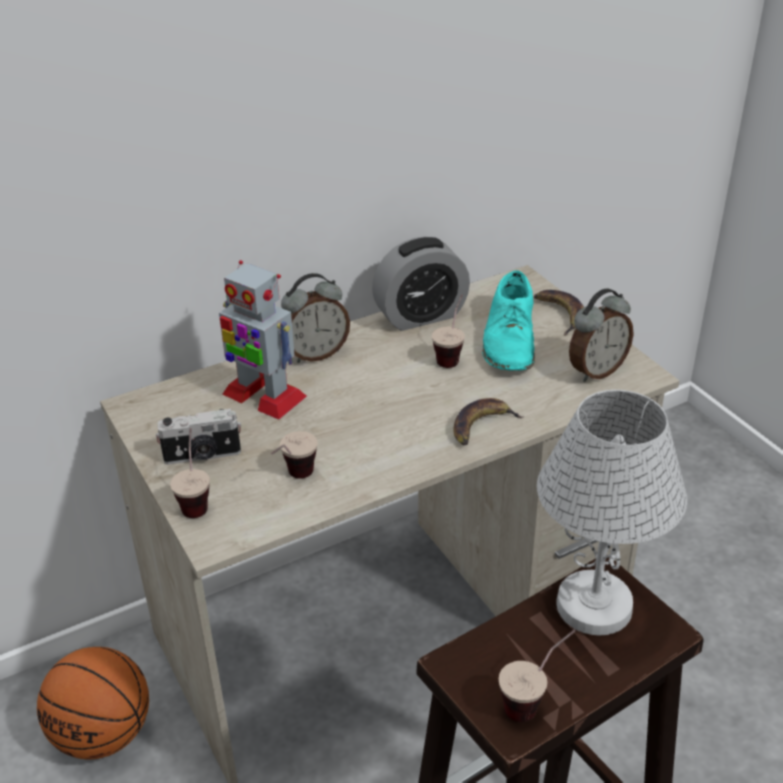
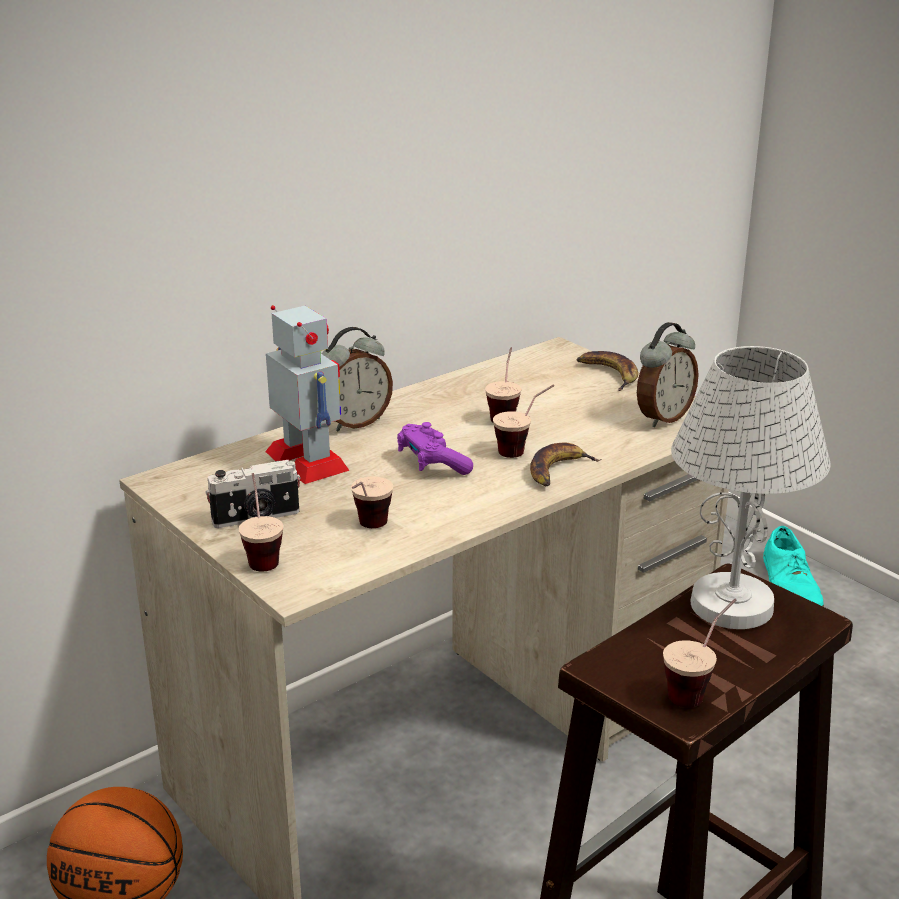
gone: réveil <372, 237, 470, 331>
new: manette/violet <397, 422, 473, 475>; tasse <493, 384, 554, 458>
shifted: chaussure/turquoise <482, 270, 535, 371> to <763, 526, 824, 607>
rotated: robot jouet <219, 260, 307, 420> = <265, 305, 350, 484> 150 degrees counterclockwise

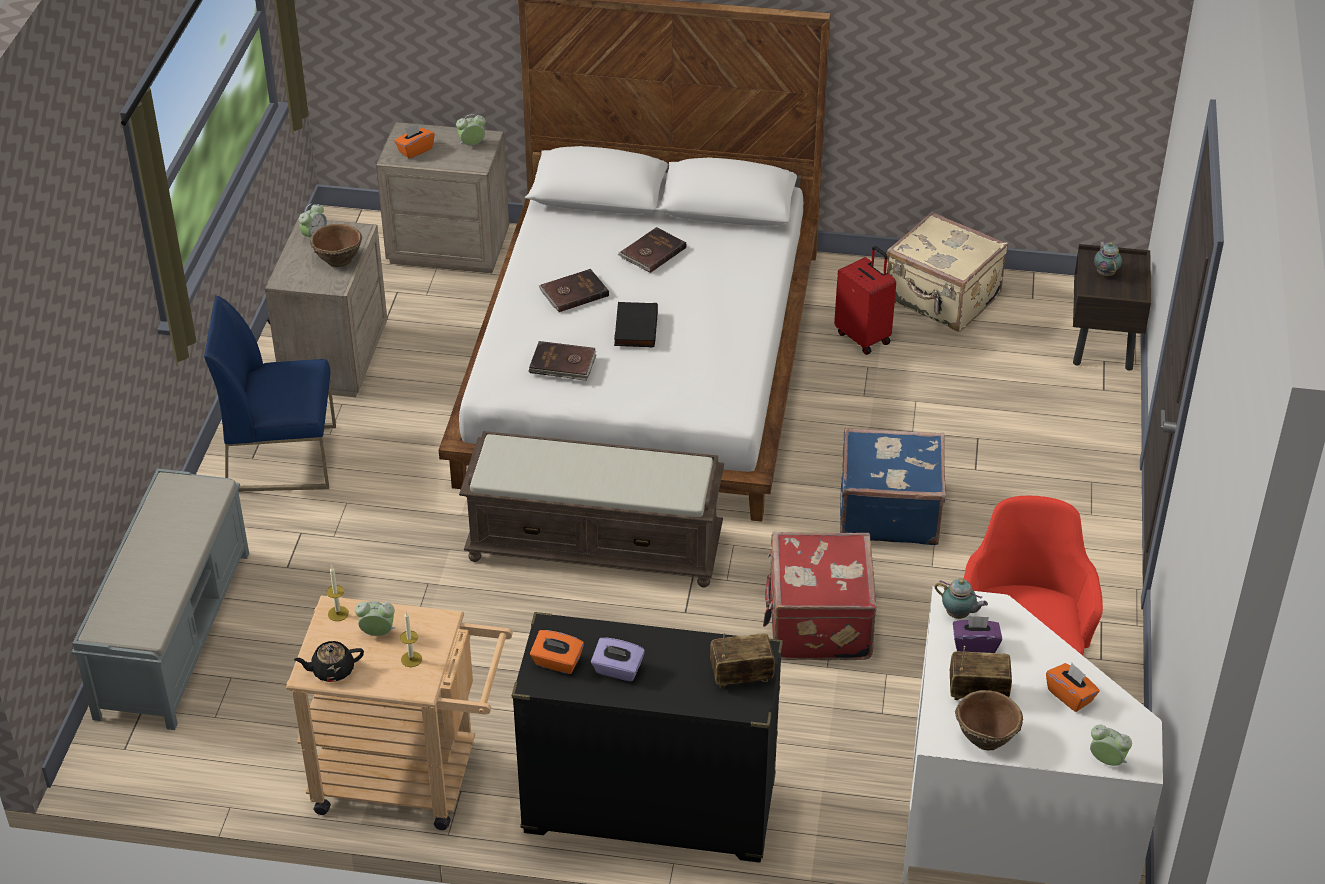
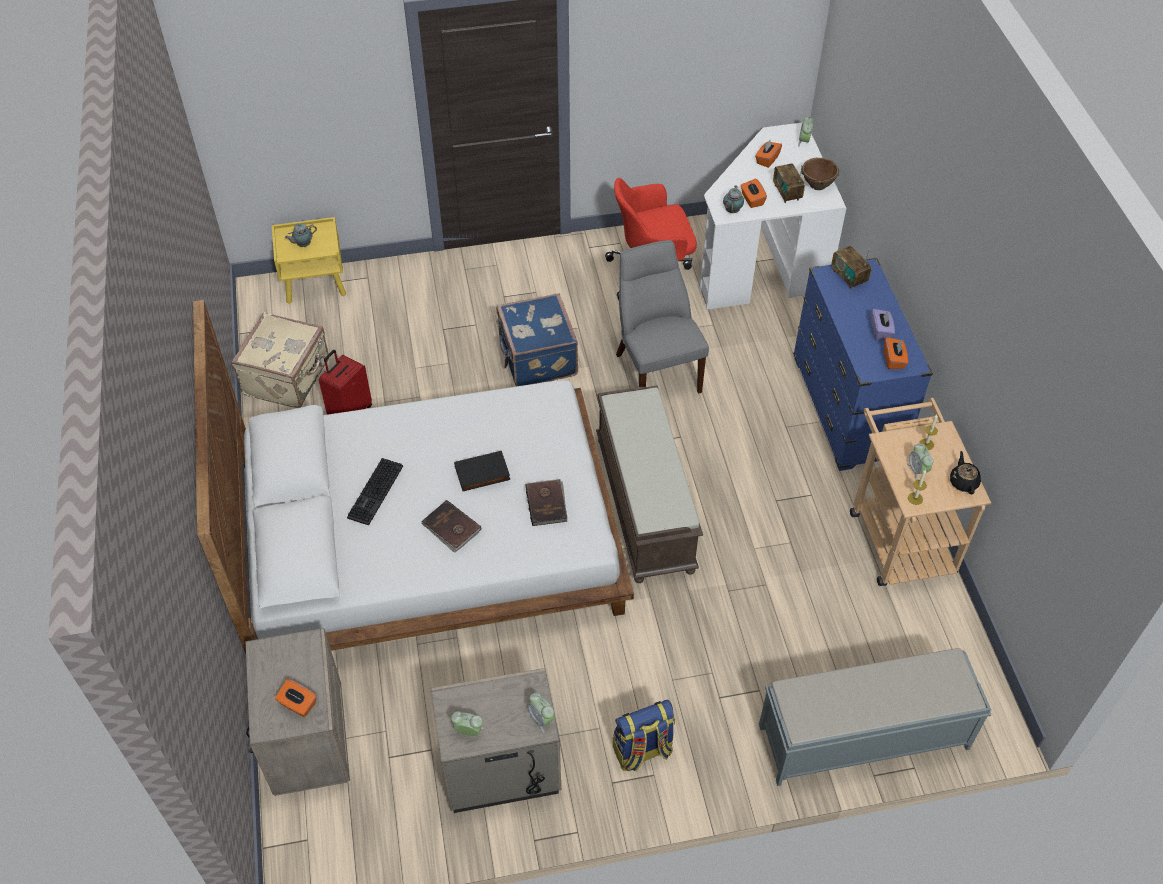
gone: bol/marron <310, 224, 362, 267>
shifted: réveil <456, 114, 486, 145> to <528, 693, 555, 732>
swapped: chaise/bleu <204, 296, 336, 492> to sac à dos <613, 700, 675, 772>; livre/marron <618, 227, 686, 273> to clavier <347, 458, 403, 525>; valise/rouge <763, 532, 876, 660> to chaise/gris <616, 240, 709, 393>
repainted: commode/noir <512, 612, 783, 863> to commode/bleu <793, 258, 933, 471>; boîte à mouchoirs/violet <953, 615, 1002, 653> to boîte à mouchoirs/orange <741, 178, 767, 208>; table de chevet/marron <1073, 244, 1151, 371> to table de chevet/jaune <272, 217, 346, 304>
rotated: théière/noir <294, 641, 364, 682> = <950, 451, 981, 494> 150 degrees counterclockwise

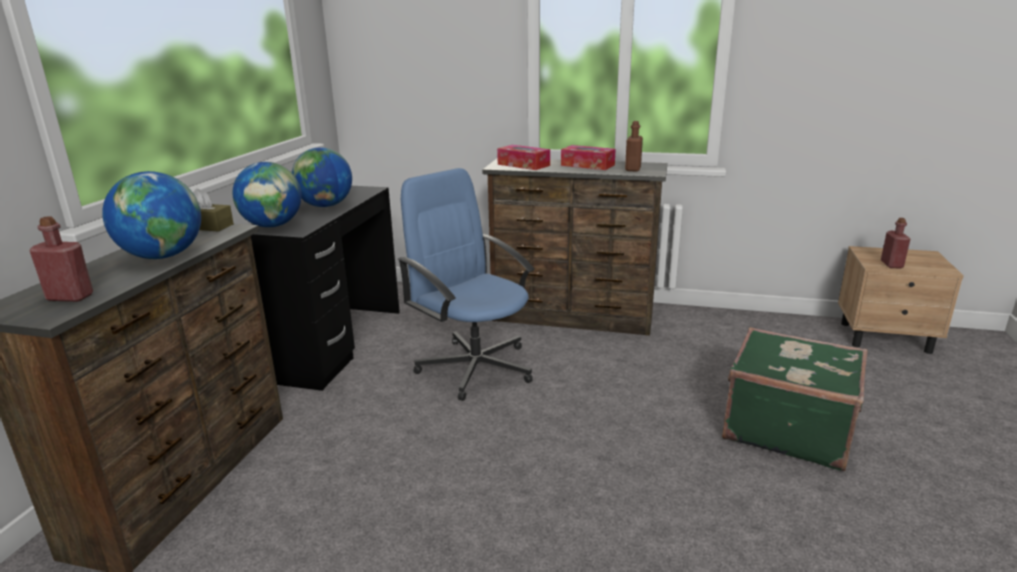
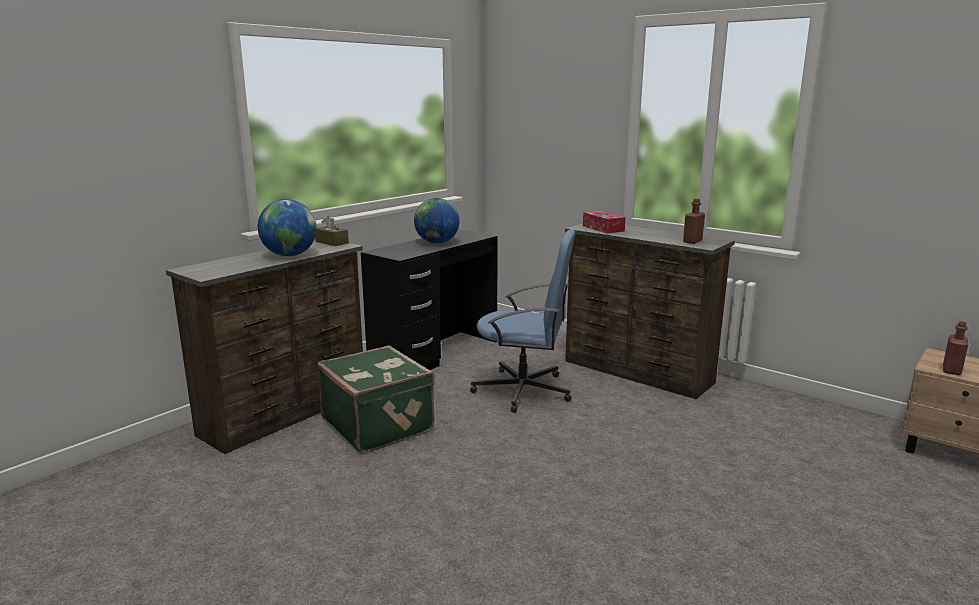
gone: bouteille/rouge <29, 216, 93, 302>; globe <232, 162, 302, 227>; boîte à mouchoirs <561, 145, 616, 170>
shifted: valise/vert <722, 327, 868, 471> to <317, 345, 435, 453>
rotated: chaise de bureau/bleu <398, 168, 535, 401> = <470, 229, 575, 413> 120 degrees clockwise

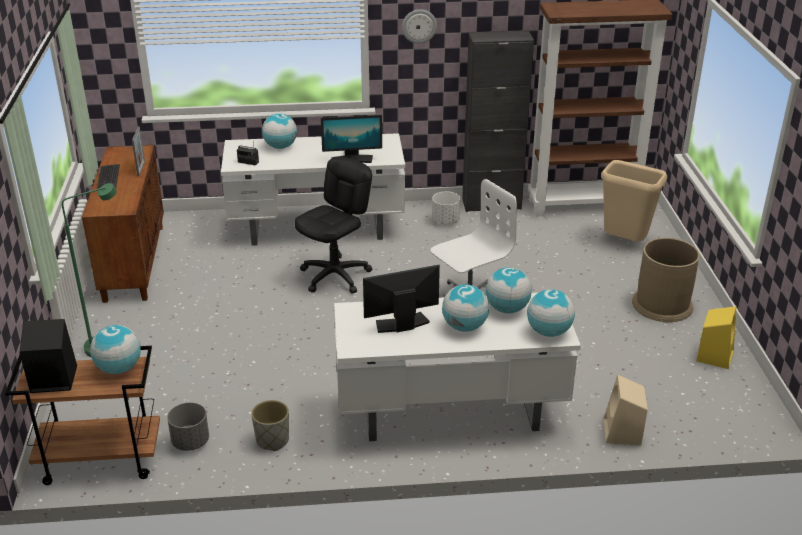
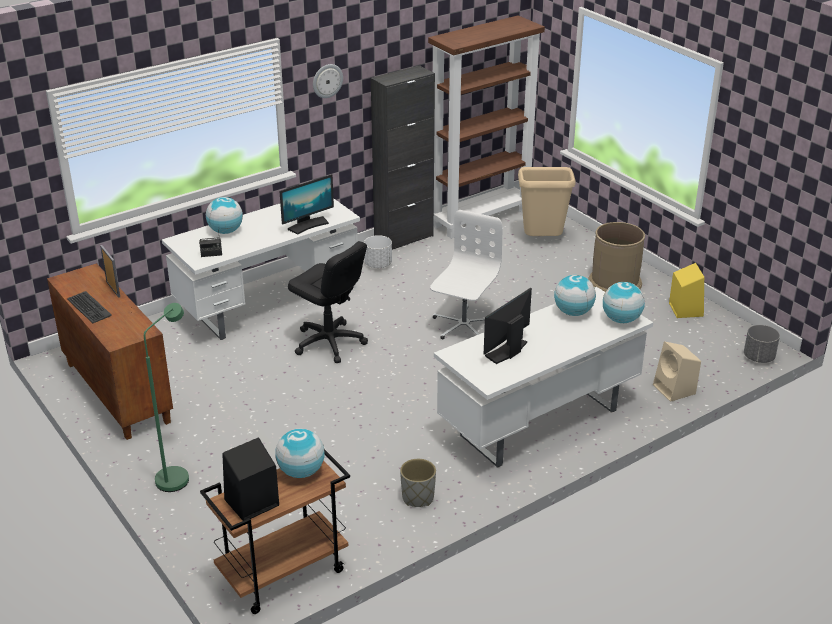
gone: globe <442, 284, 489, 332>
shifted: cache-pot/gris <167, 402, 209, 451> to <744, 325, 780, 363>
rotated: chaise de bureau/noir <294, 156, 372, 293> = <288, 241, 368, 363> 120 degrees clockwise

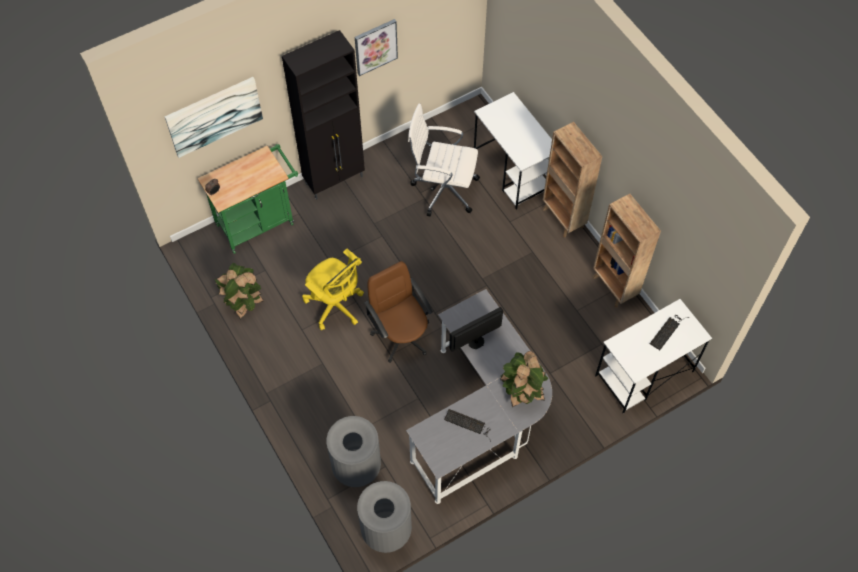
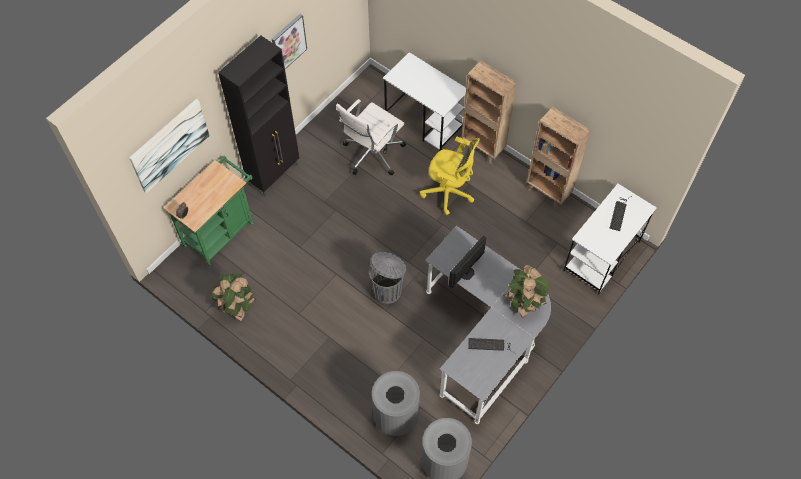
shifted: chaise de bureau/jaune <302, 249, 364, 330> to <420, 137, 480, 215>
swapped: chaise de bureau/marron <364, 261, 433, 363> to poubelle/gris <369, 252, 406, 304>
rotated: chaise de bureau/blanc <408, 103, 480, 217> = <336, 99, 406, 175> 45 degrees counterclockwise

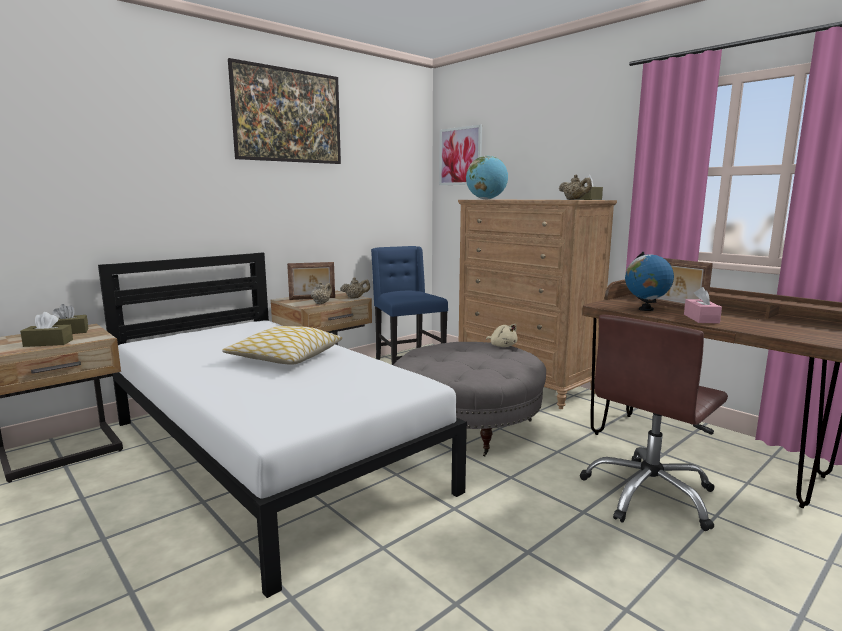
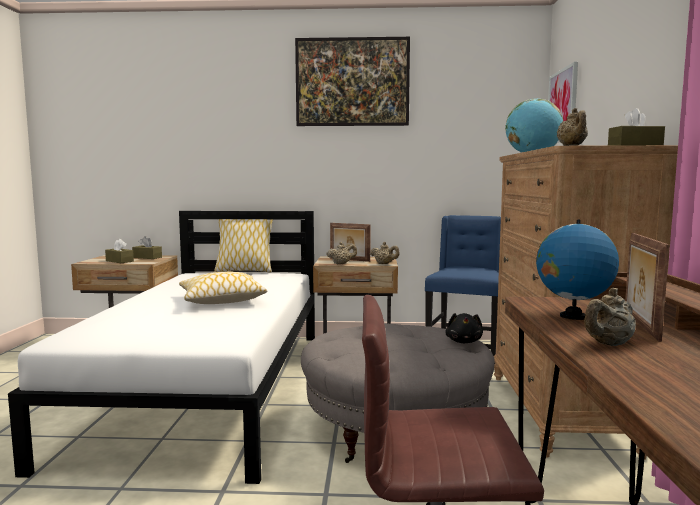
new: coussin <214, 219, 273, 273>
swapped: boîte à mouchoirs/rose <684, 287, 722, 323> to théière/beige <584, 288, 636, 346>
repainted: peluche/beige <486, 324, 518, 347> to peluche/noir <445, 313, 483, 343>

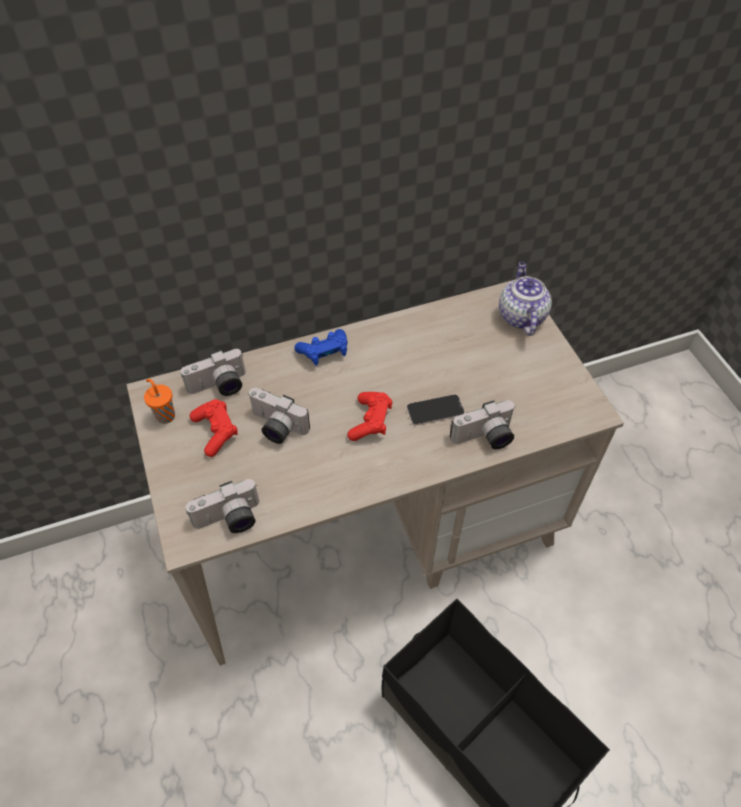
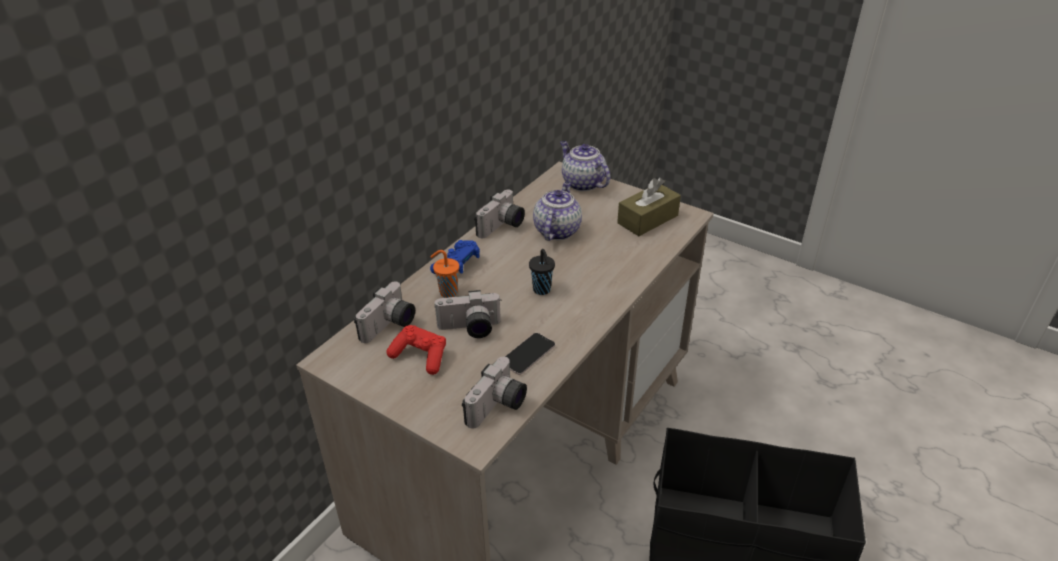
new: théière <533, 181, 582, 241>; boîte à mouchoirs/marron <617, 178, 681, 236>
shifted: tasse/orange <144, 379, 175, 424> to <430, 250, 459, 298>; téléphone <407, 394, 465, 426> to <505, 333, 556, 375>; appareil photo <450, 400, 516, 449> to <474, 190, 525, 238>
swapped: manette/rouge <348, 392, 392, 441> to tasse/noir <529, 249, 555, 295>

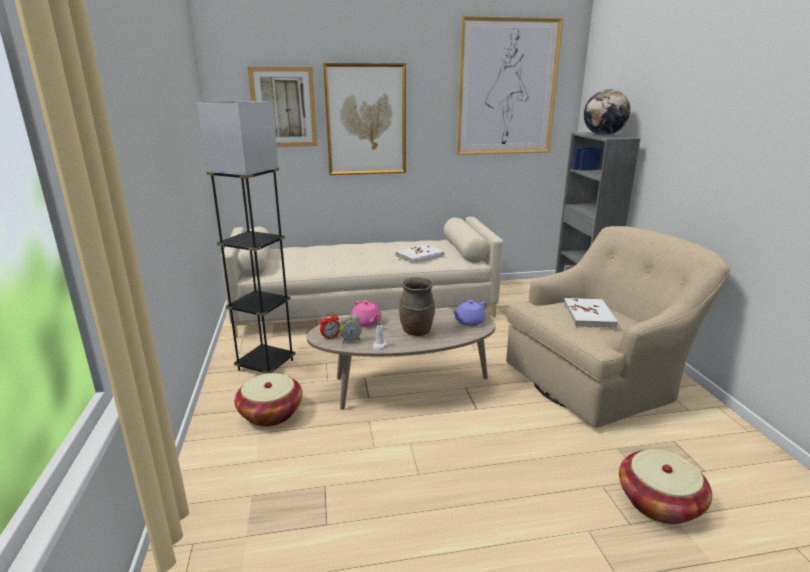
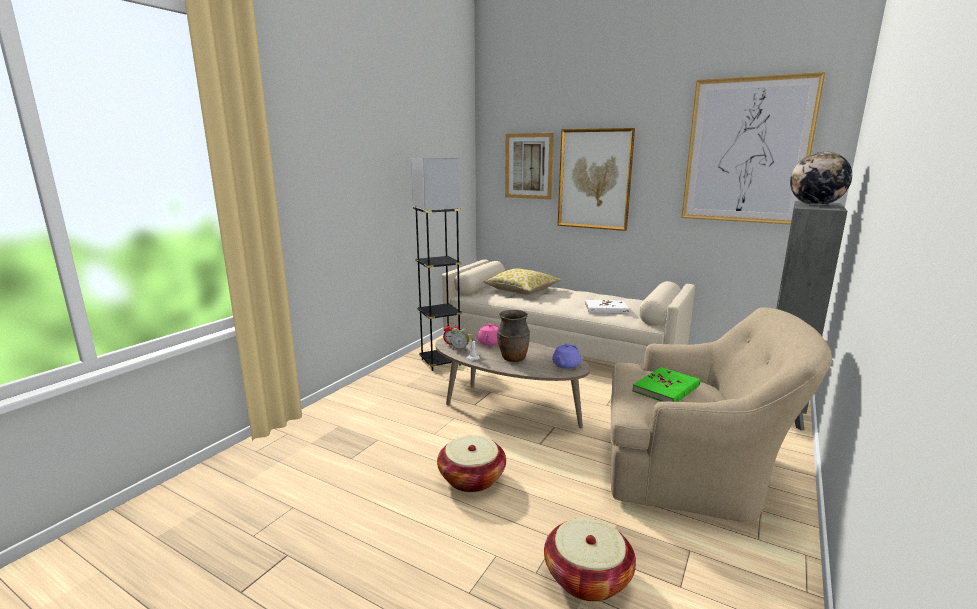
new: coussin <483, 268, 561, 295>
shifted: panier <234, 373, 303, 427> to <437, 435, 506, 492>
repainted: livre/blanc <564, 298, 618, 328> to livre/vert <632, 367, 700, 402>
rotated: théière/violet <452, 300, 487, 326> = <552, 344, 581, 369> 60 degrees counterclockwise

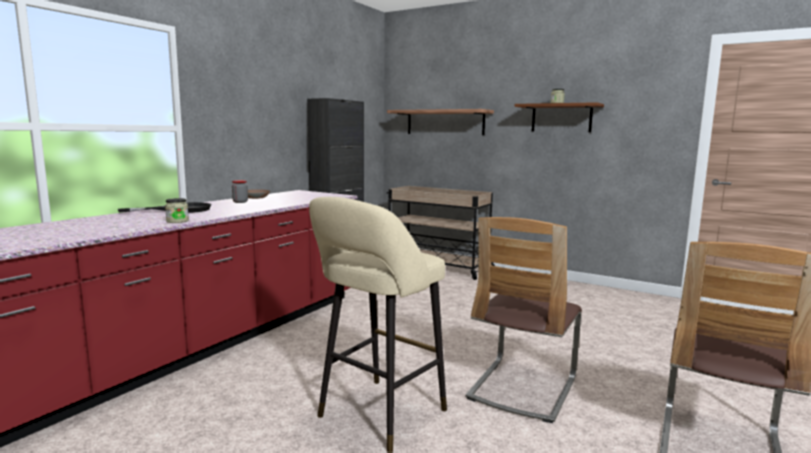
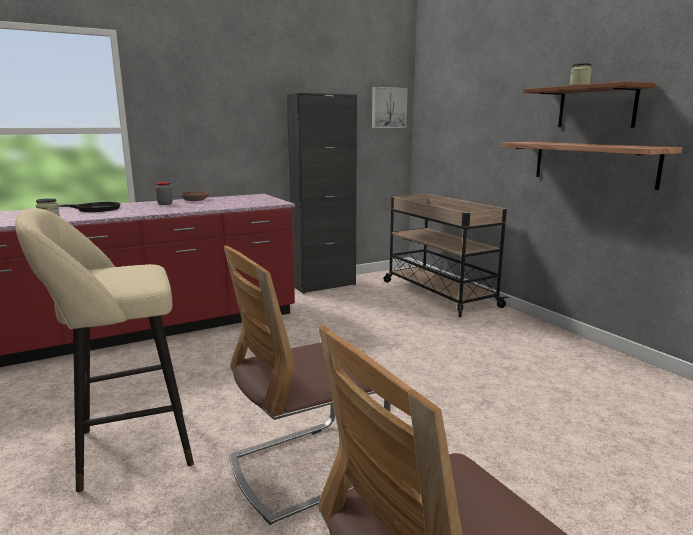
new: tableau <372, 87, 408, 128>
shifted: étagère <387, 109, 494, 135> to <500, 142, 682, 190>

